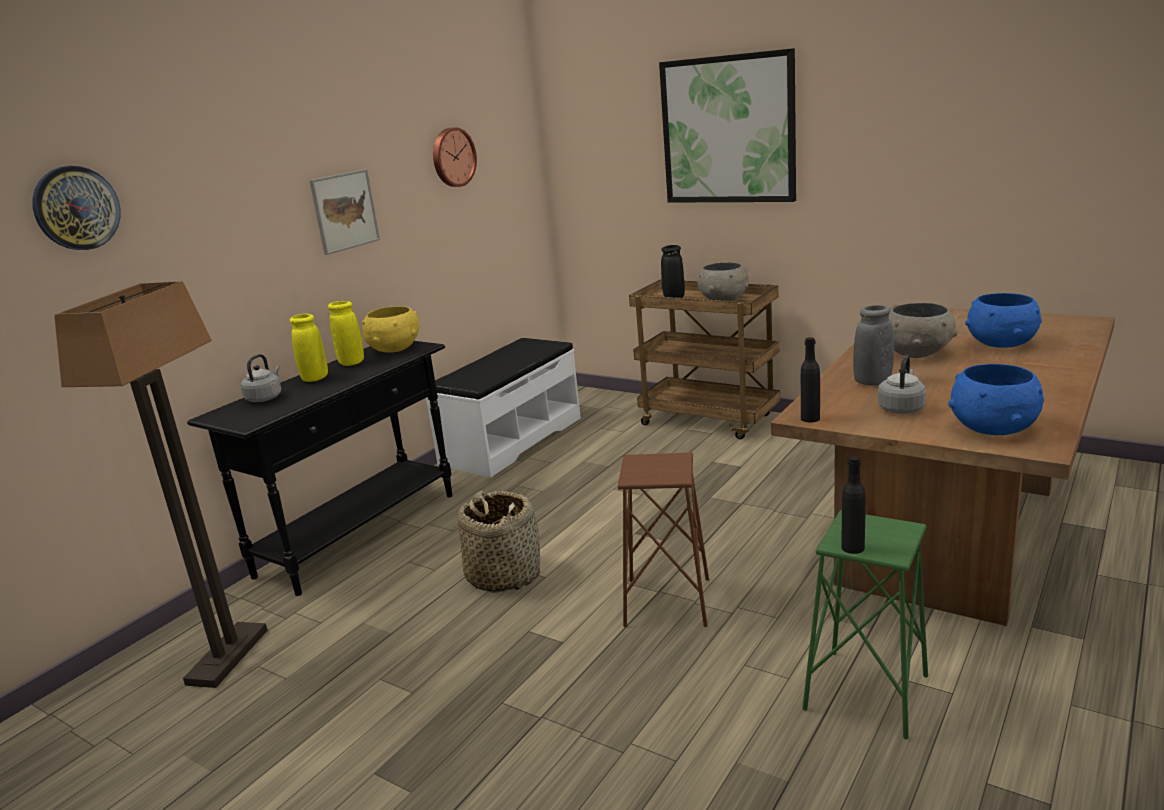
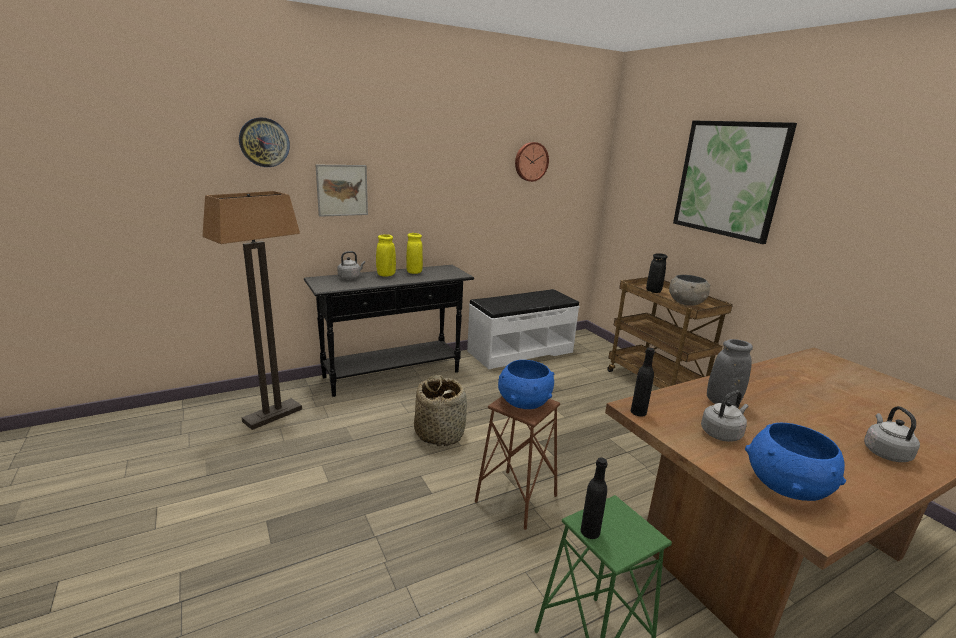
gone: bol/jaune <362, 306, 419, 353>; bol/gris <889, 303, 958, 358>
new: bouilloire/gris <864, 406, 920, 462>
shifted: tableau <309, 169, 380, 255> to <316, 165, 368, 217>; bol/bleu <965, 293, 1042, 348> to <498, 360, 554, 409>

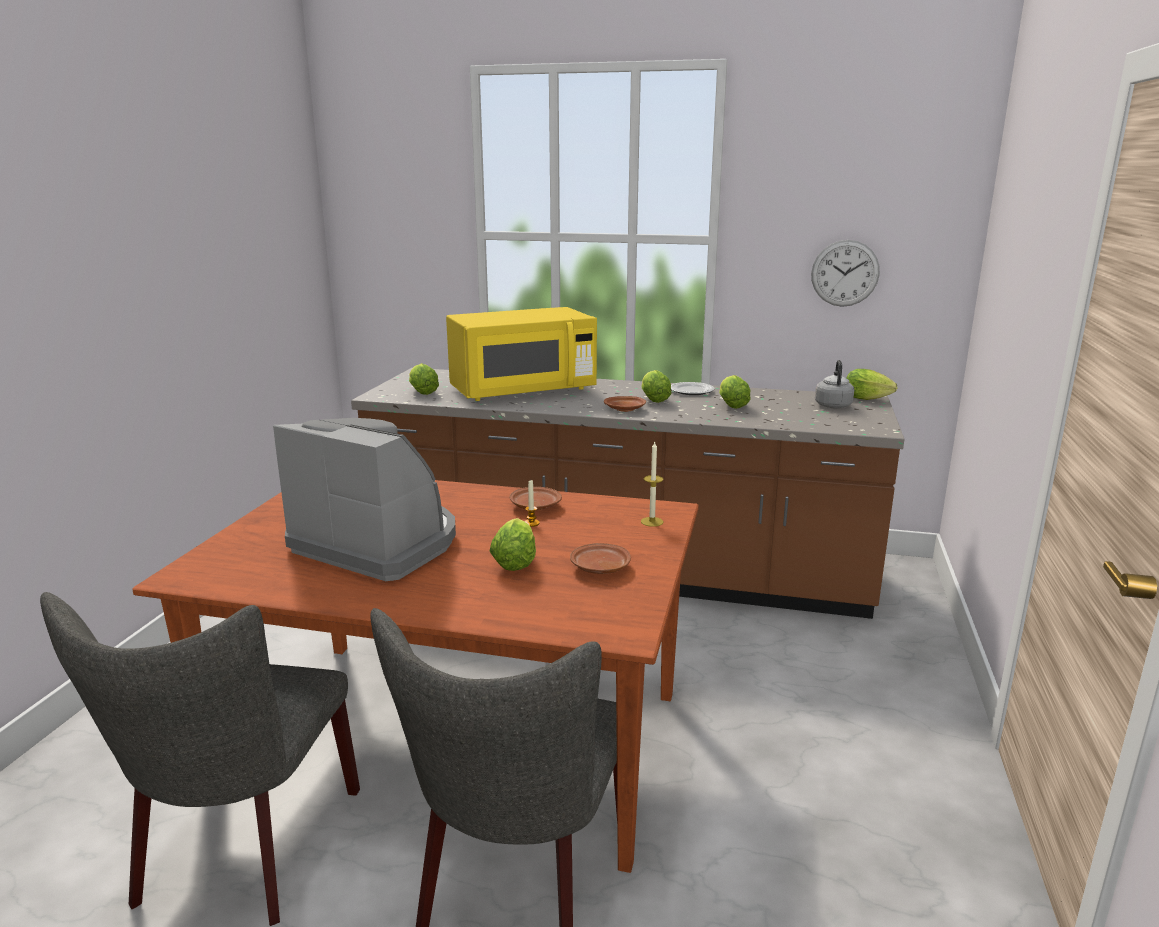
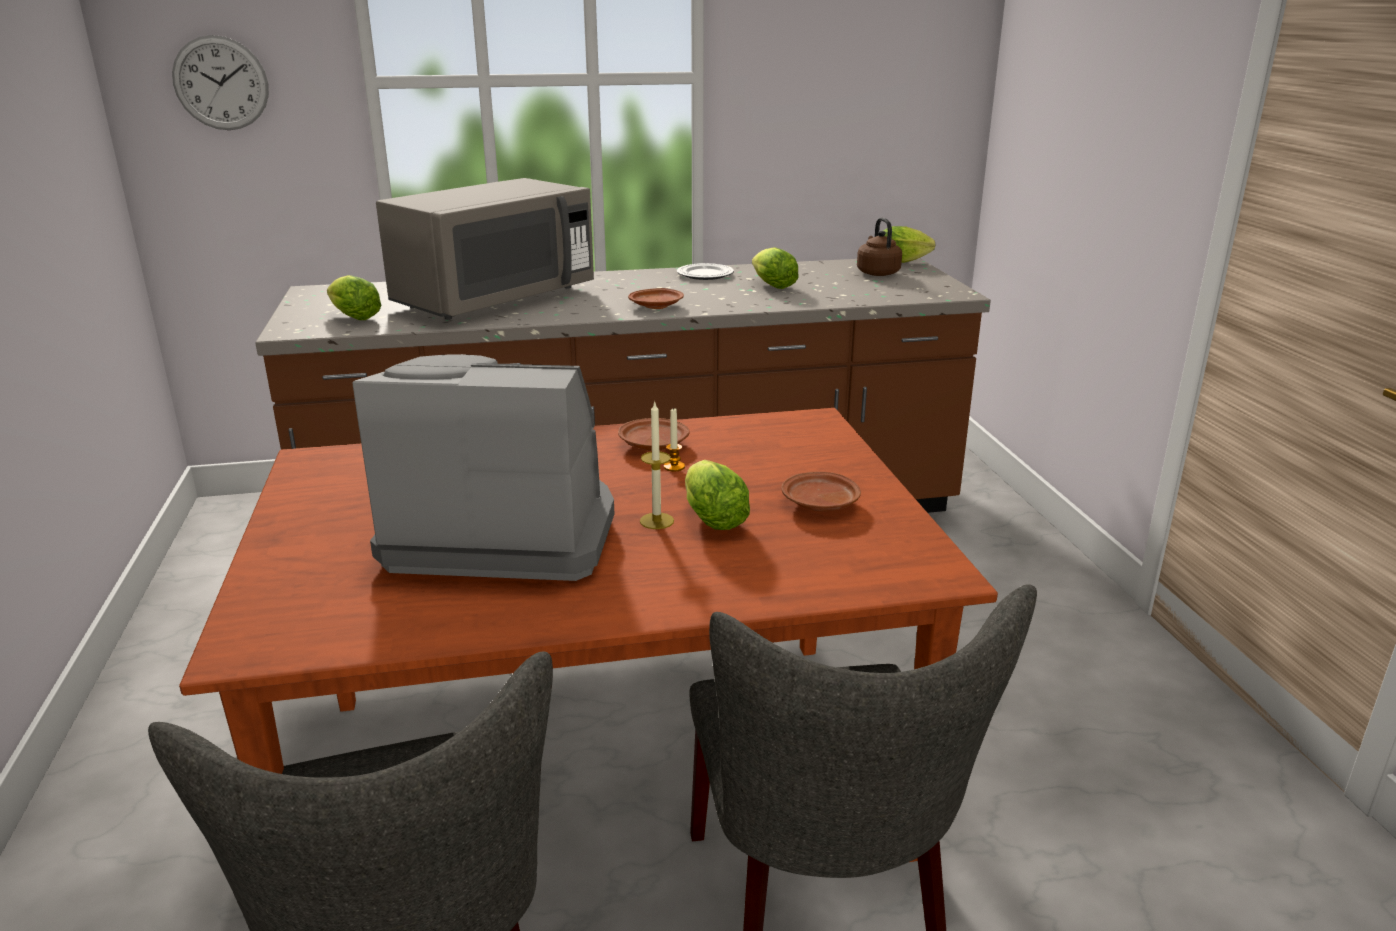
gone: laitue <641, 370, 672, 403>
shifted: bougie <641, 442, 663, 527> to <640, 401, 674, 529>; horloge murale <811, 240, 880, 307> to <172, 35, 269, 130>
repainted: micro-ondes/jaune <446, 307, 597, 401> to micro-ondes/gris <376, 178, 594, 320>; bouilloire/gris <815, 360, 854, 408> to bouilloire/marron <857, 217, 902, 276>

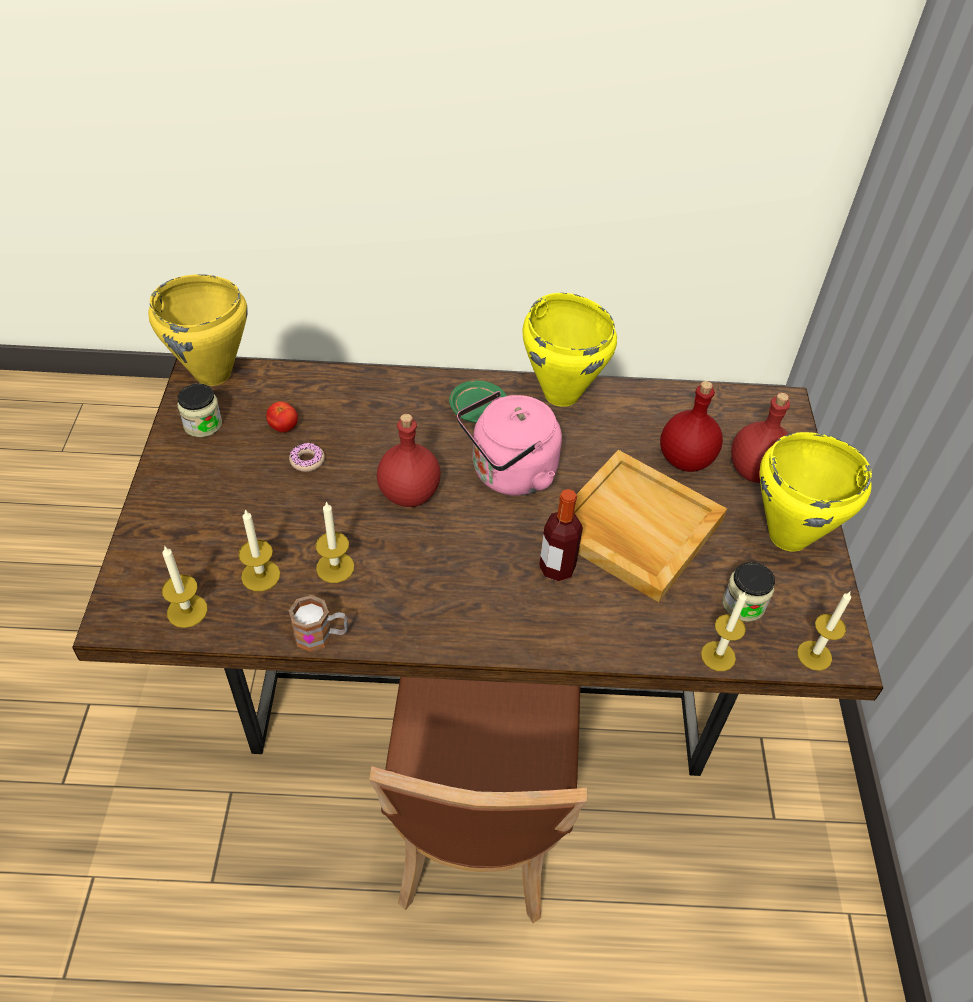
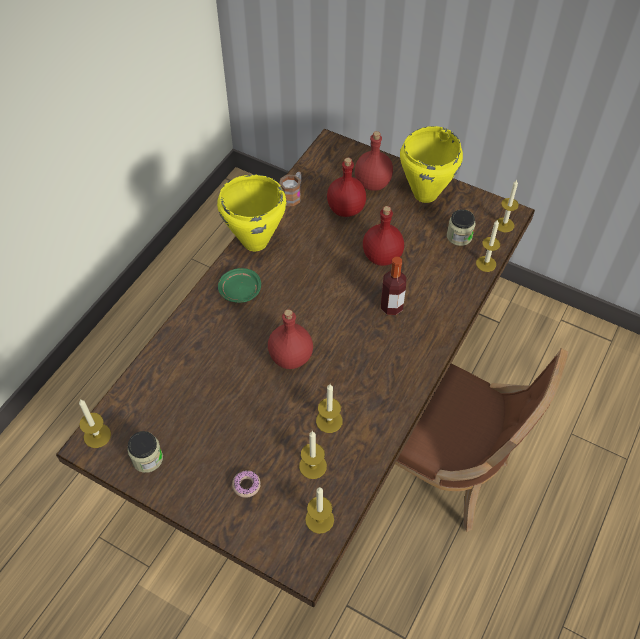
gone: tomate <266, 401, 298, 432>; bouilloire/rose <457, 391, 562, 496>
shifted: beignet <289, 443, 325, 472> to <232, 470, 261, 498>; mug <289, 595, 348, 652> to <279, 171, 301, 207>
swapped: marmite/jaune <148, 274, 247, 386> to bougie <79, 399, 111, 448>; plateau/beige <574, 450, 727, 602> to bouteille/rouge <363, 206, 404, 266>

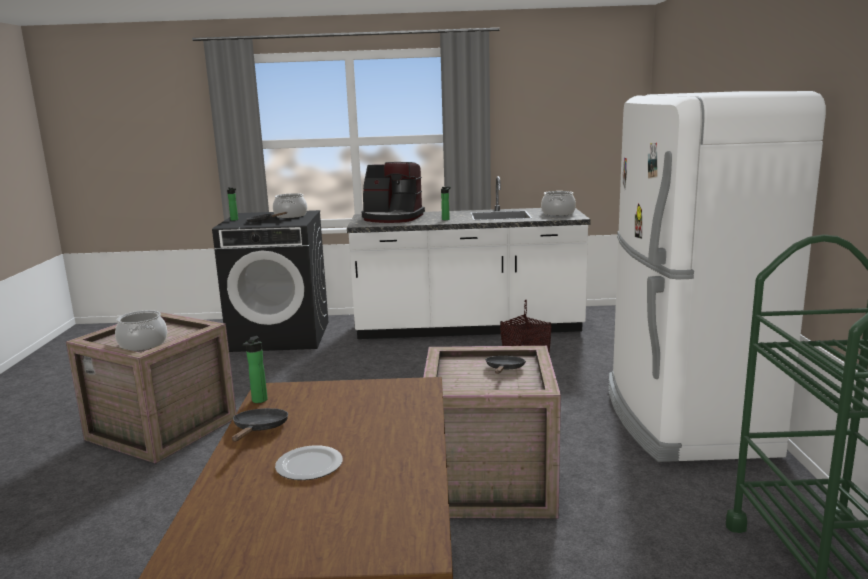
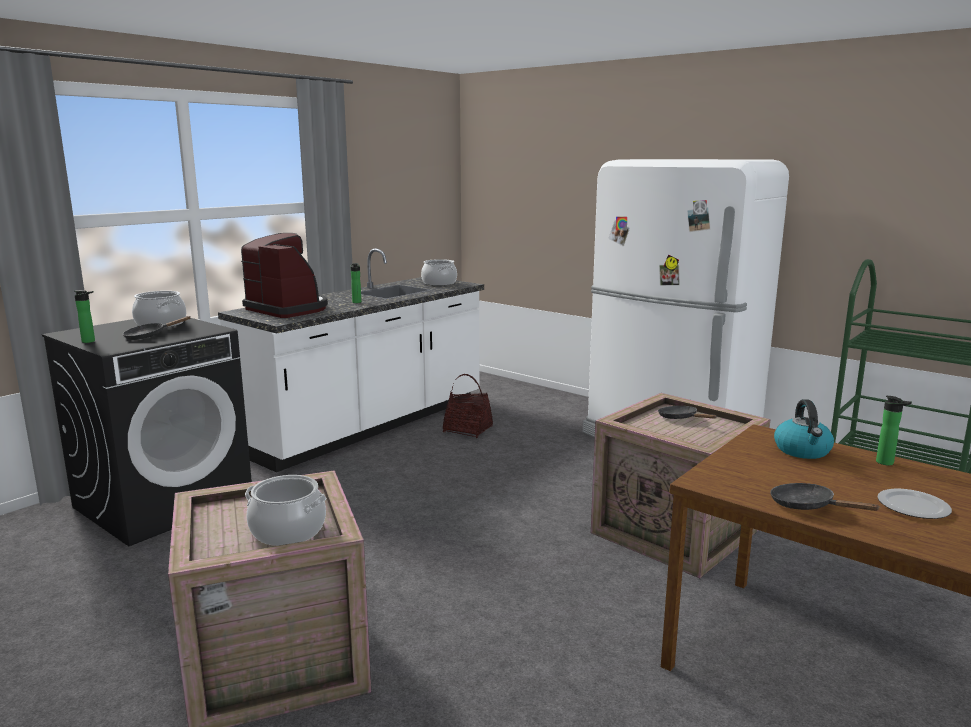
new: bouilloire <774, 399, 834, 459>
shifted: bouteille <243, 336, 268, 403> to <876, 396, 912, 465>
rotated: machine à café <362, 162, 425, 223> = <241, 233, 328, 318> 105 degrees counterclockwise

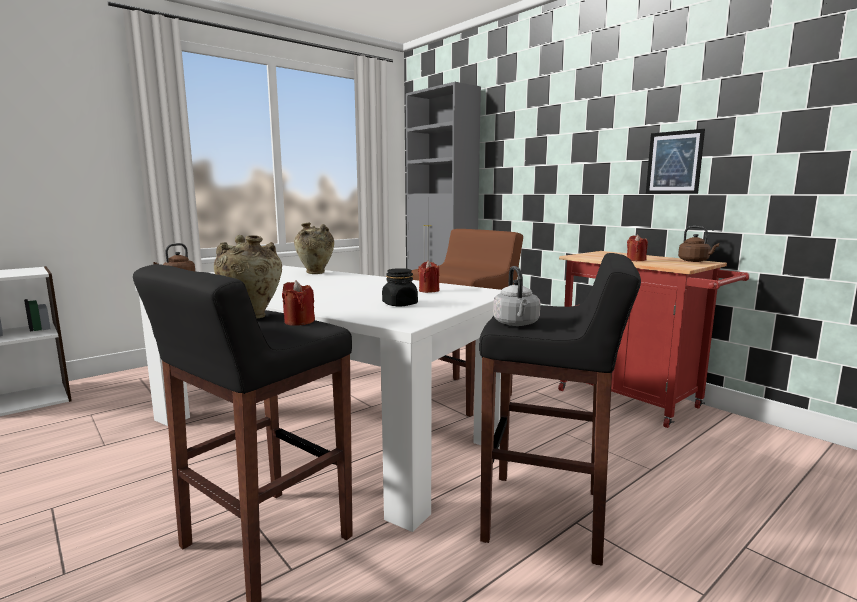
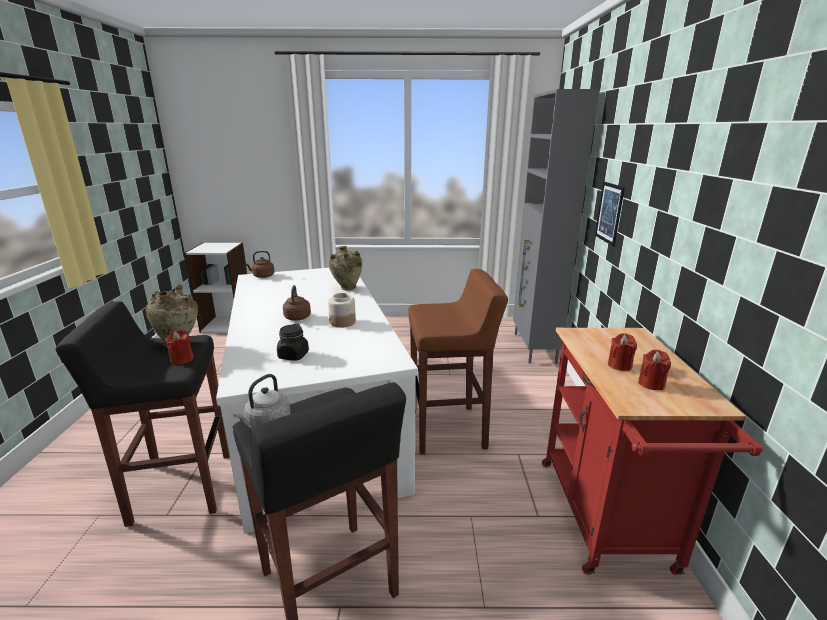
new: bocal <328, 293, 356, 328>
shifted: bougie/rouge <418, 261, 439, 293> to <638, 350, 671, 390>; tableau <646, 129, 705, 194> to <595, 181, 625, 246>; bouilloire/marron <678, 226, 719, 262> to <283, 285, 311, 321>

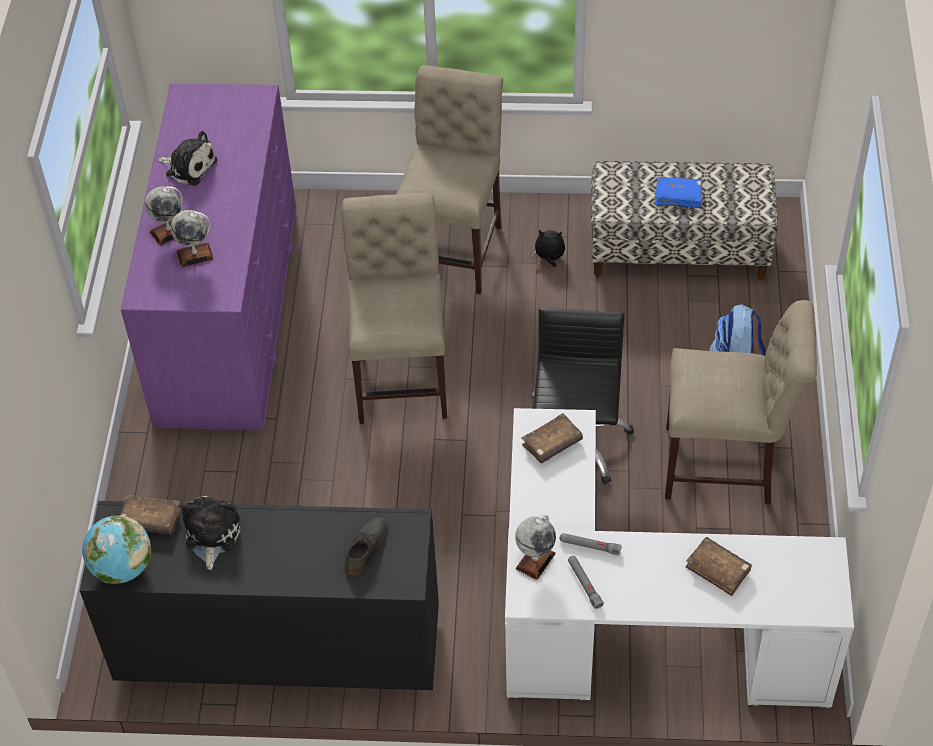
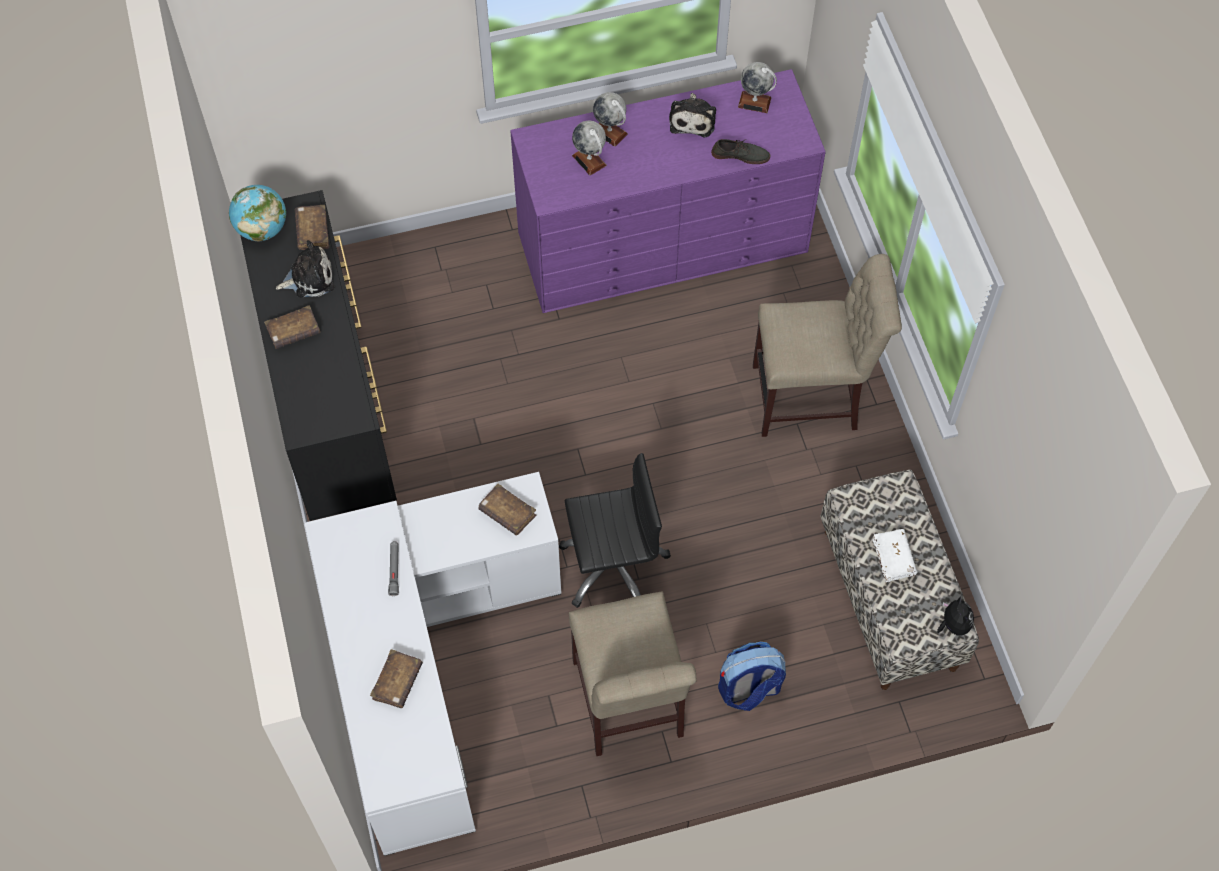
gone: chaise/beige <341, 193, 447, 424>; lampe de poche/gris <568, 556, 604, 609>
new: livre/marron <264, 305, 320, 349>
shifted: chaussure/gris <345, 517, 387, 576> to <711, 139, 771, 164>; globe <515, 514, 556, 580> to <738, 62, 777, 113>; peluche <532, 230, 565, 267> to <937, 596, 974, 636>
repainted: livre/bleu <655, 177, 702, 208> to livre/blanc <873, 529, 917, 583>

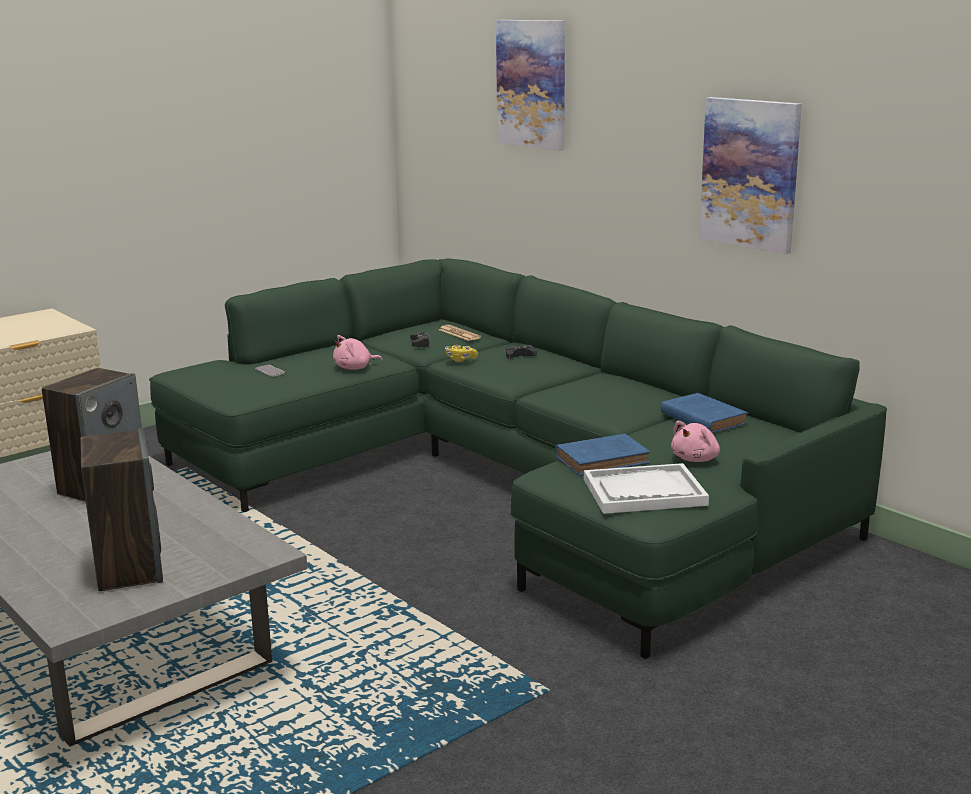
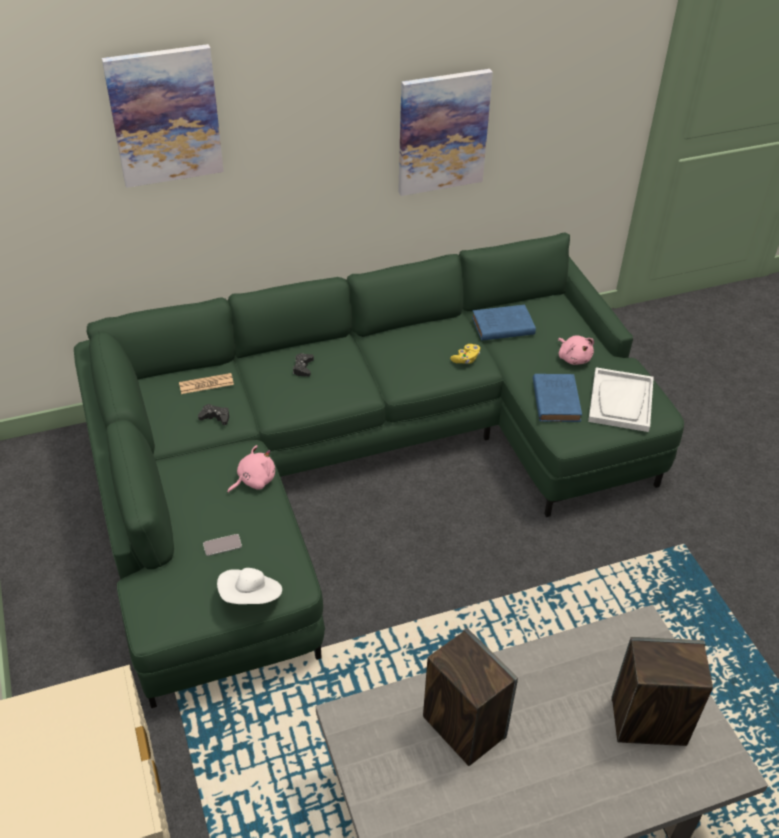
new: chapeau/blanc <217, 568, 282, 604>
shifted: manette/jaune <445, 345, 478, 362> to <450, 344, 480, 364>
rotated: peluche/rose <333, 335, 382, 370> = <227, 445, 275, 493> 120 degrees counterclockwise

